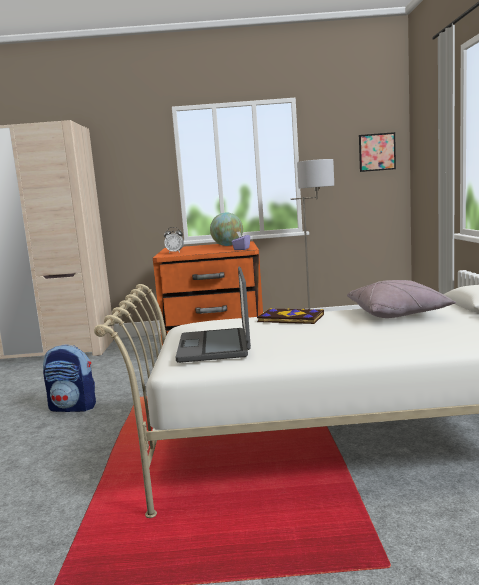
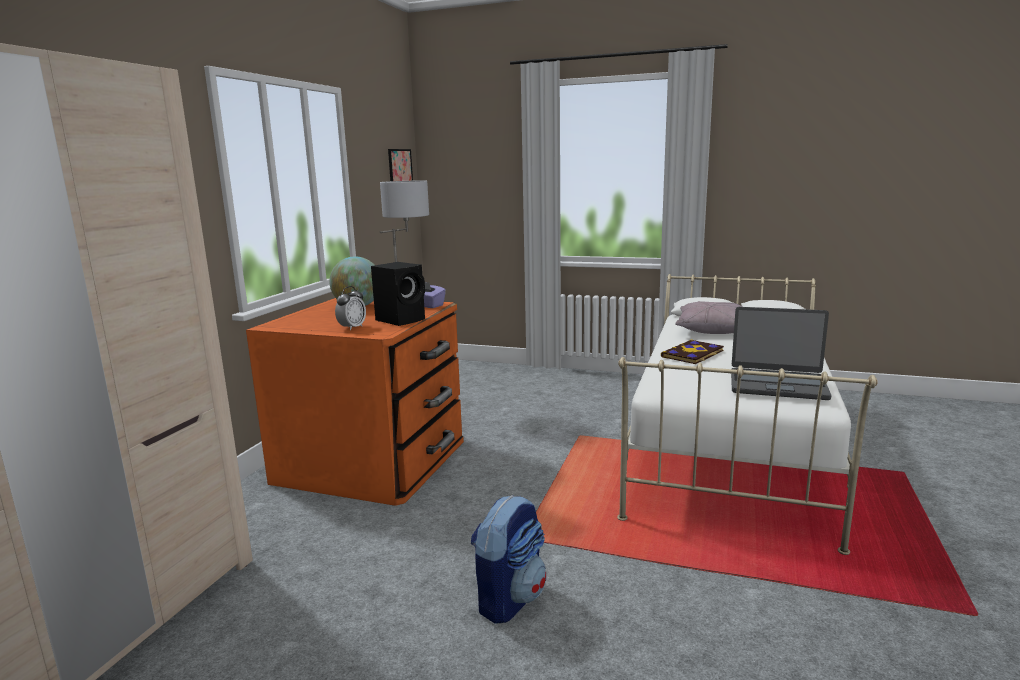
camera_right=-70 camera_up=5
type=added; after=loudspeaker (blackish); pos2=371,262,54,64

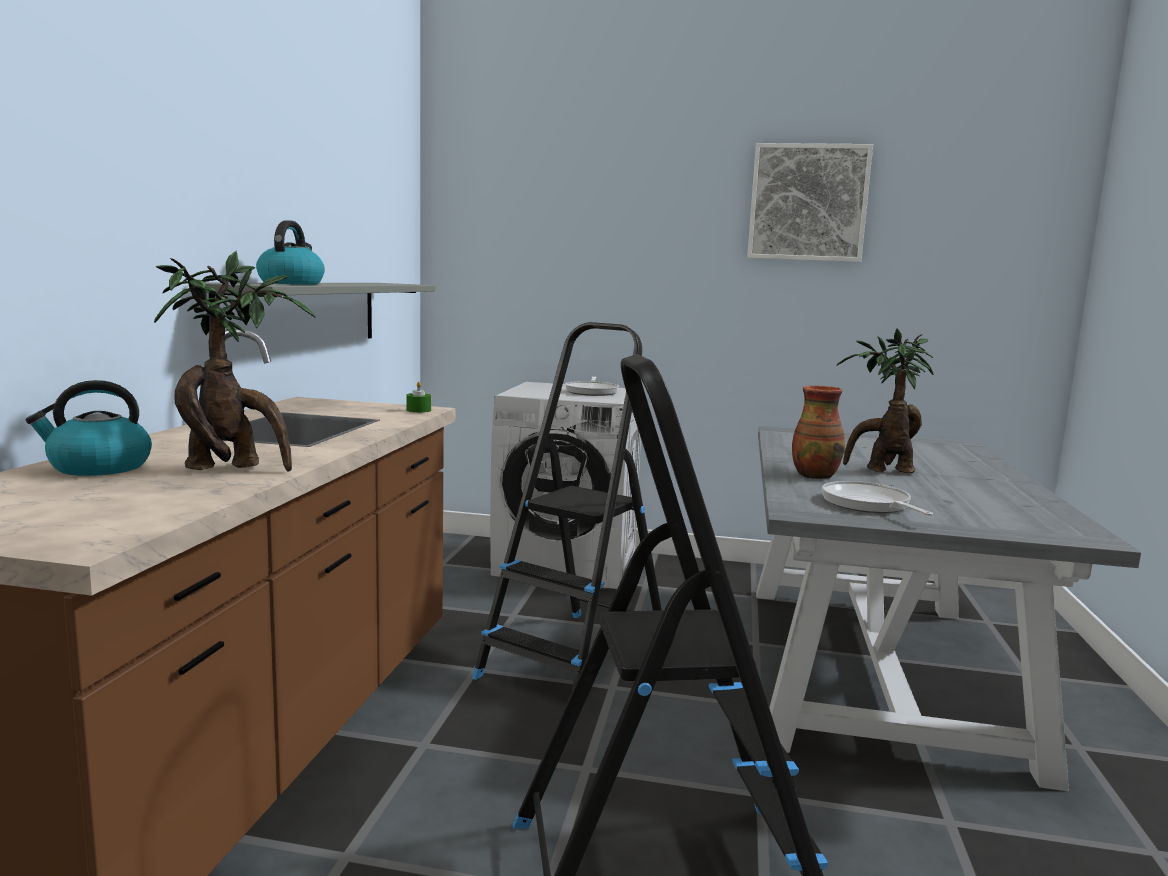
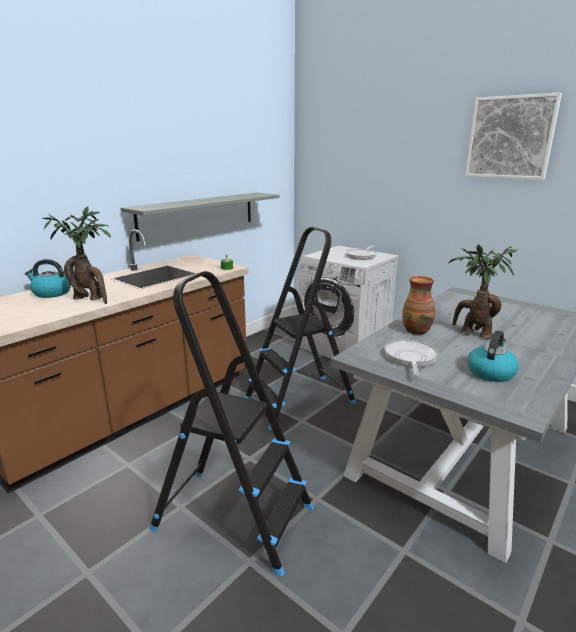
camera_right=30 camera_up=10
type=moved; before=tea kettle; pos1=256,220,69,65; pos2=467,330,52,52

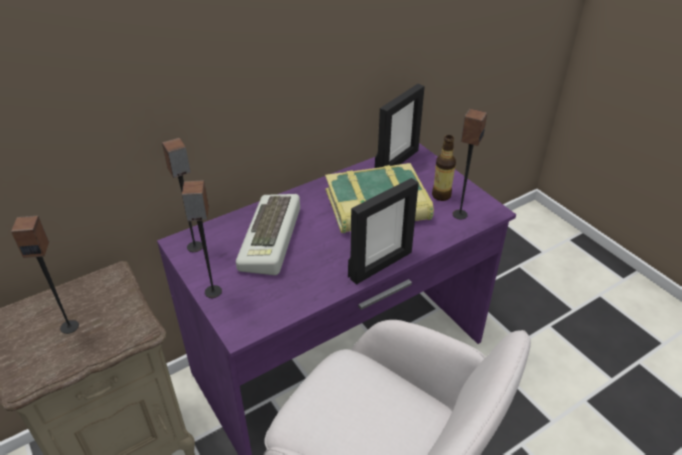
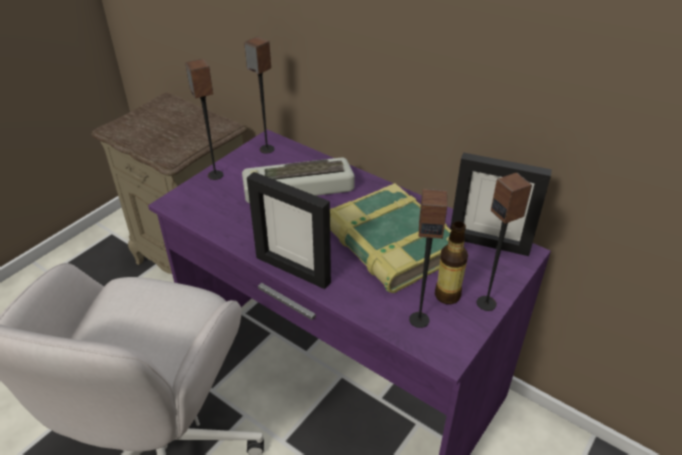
camera_right=70 camera_up=0
type=moved; before=loudspeaker; pos1=11,216,68,118; pos2=477,173,55,138

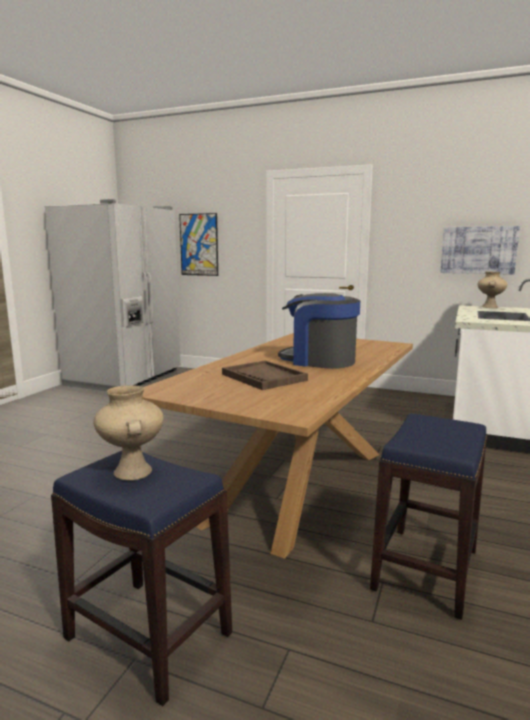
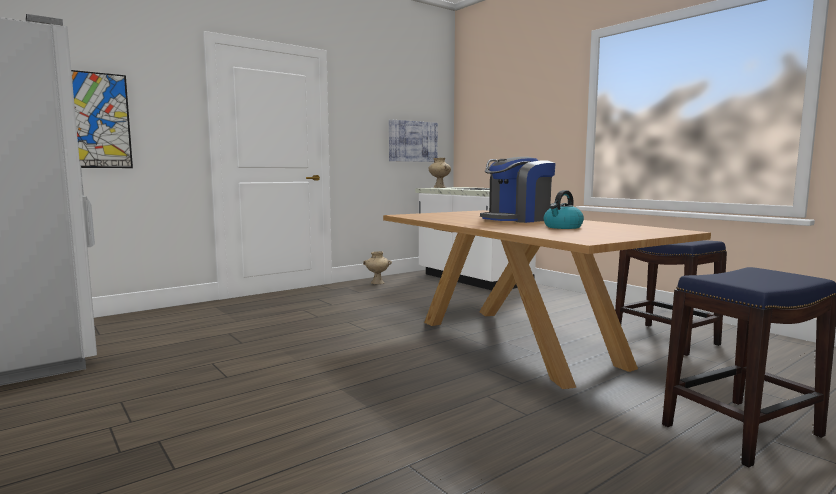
camera_right=-60 camera_up=-5
type=moved; before=vase (sand-coloured); pos1=94,385,70,95; pos2=363,251,29,33
type=replaced; before=serving tray (brownish); after=tea kettle; pos1=222,360,86,30; pos2=544,190,40,39

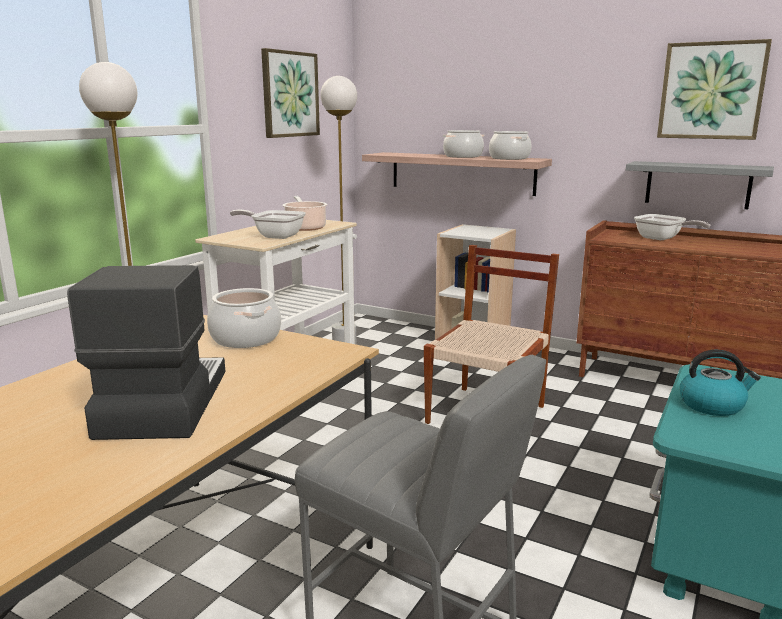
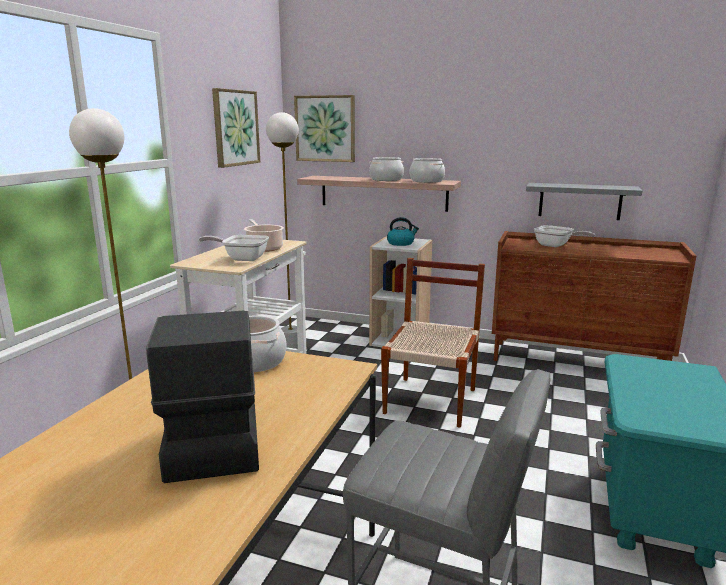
camera_right=-10 camera_up=0
type=moved; before=wall picture; pos1=657,39,115,101; pos2=294,95,61,67
type=moved; before=tea kettle; pos1=680,350,81,66; pos2=387,217,32,29

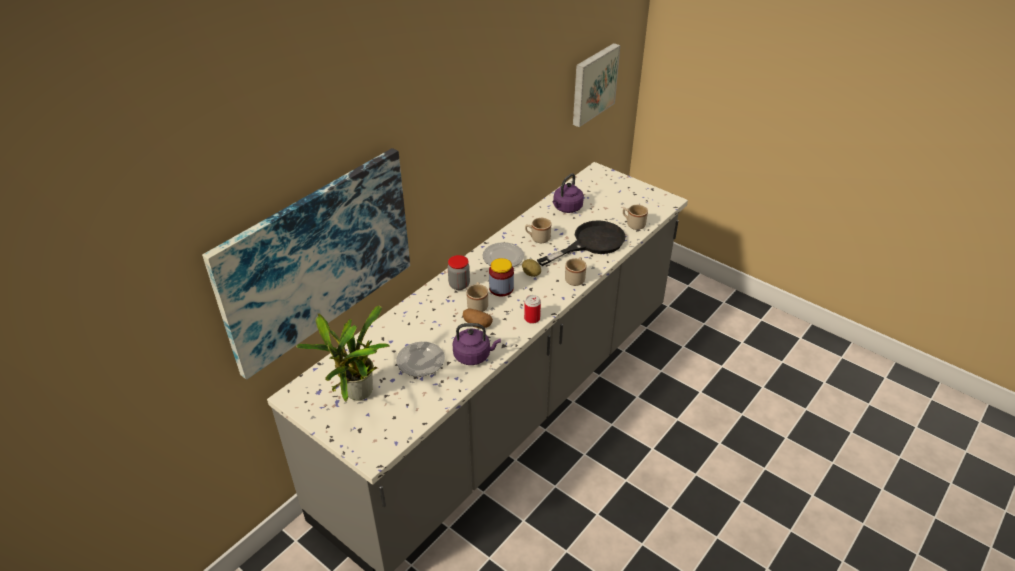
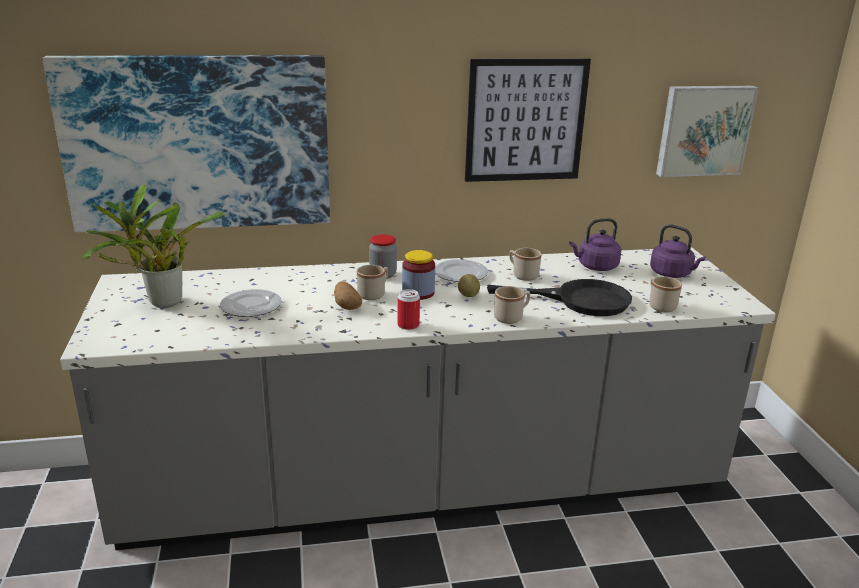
camera_right=40 camera_up=-15
type=added; after=wall picture; pos2=465,59,126,123
type=moved; before=tea kettle (purplish); pos1=452,323,49,42; pos2=650,224,56,54

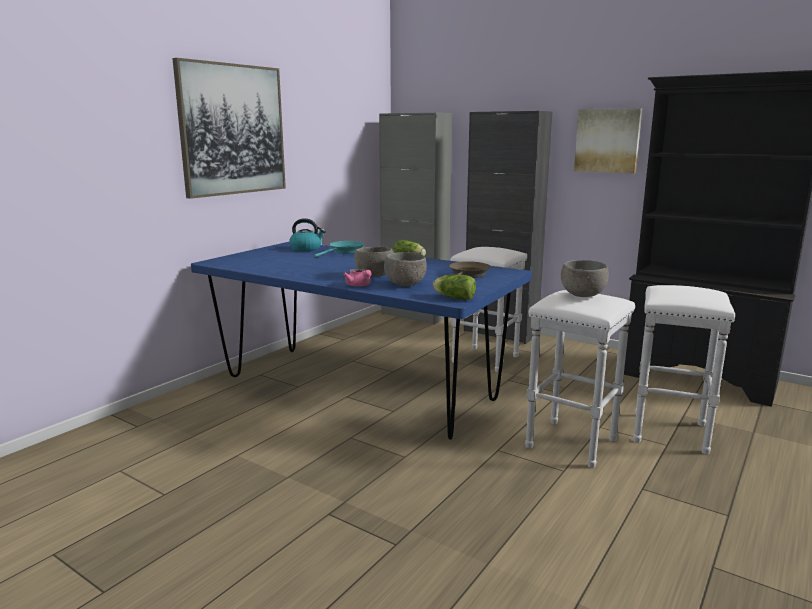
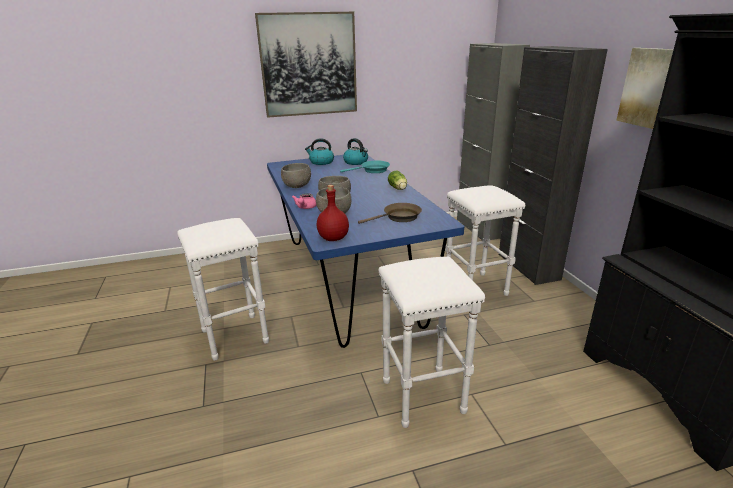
camera_right=40 camera_up=10
type=moved; before=stool (white); pos1=633,285,102,170; pos2=177,218,92,143
type=moved; before=bowl (greyish); pos1=561,260,48,37; pos2=281,163,30,25
type=added; after=tea kettle; pos2=305,138,29,27
type=replaced; before=lettuce; after=beverage bottle (red-coloured); pos1=433,275,43,25; pos2=317,185,32,56

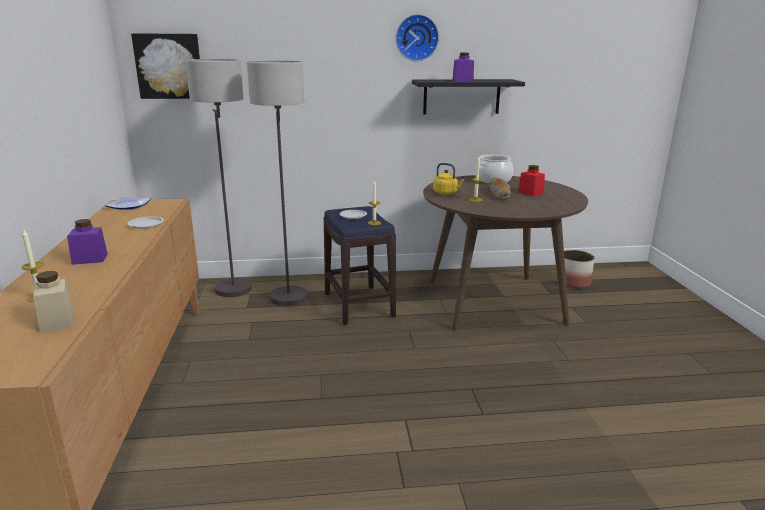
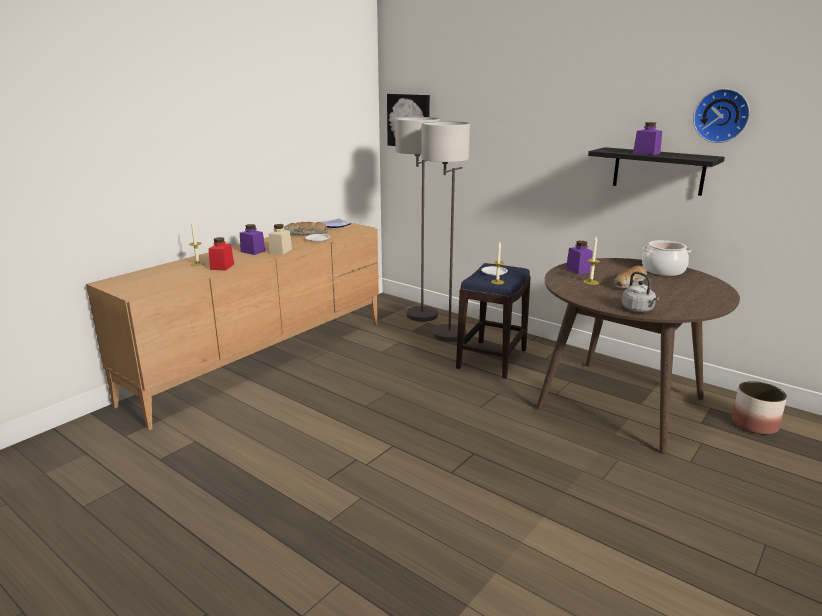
camera_right=45 camera_up=0
type=moved; before=jar (red-coloured); pos1=518,165,27,31; pos2=209,237,25,33
type=moved; before=jar (sand-coloured); pos1=33,271,41,61; pos2=269,224,23,31
type=added; after=baked bread; pos2=284,222,44,13
type=replaced; before=tea kettle (yellowish); after=jar (purplish); pos1=433,163,31,32; pos2=566,241,27,33
type=added; after=tea kettle (greyish); pos2=622,272,38,40
type=moved; before=clock on the wall; pos1=396,14,43,47; pos2=693,89,57,54

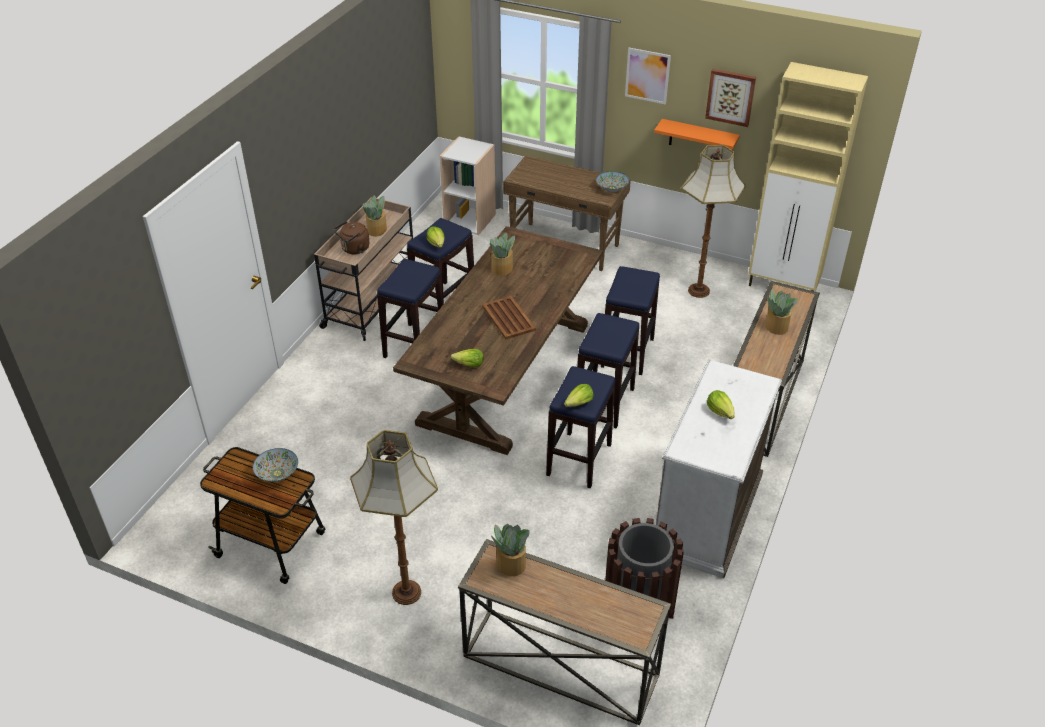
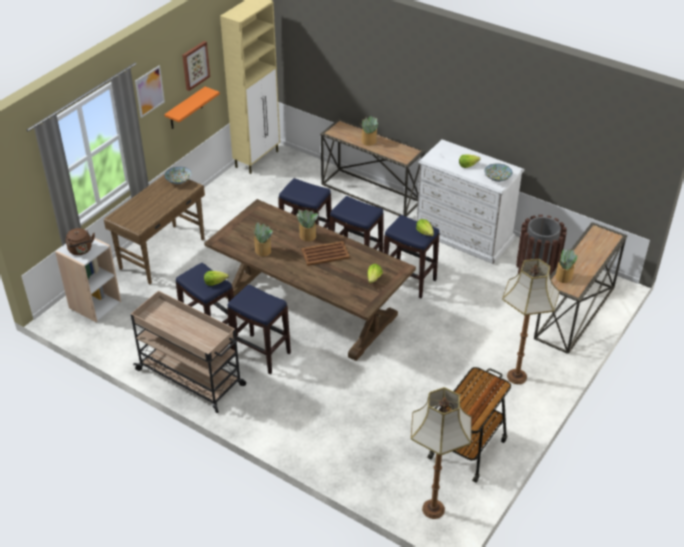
camera_right=-80 camera_up=0
type=moved; before=tea kettle (brownish); pos1=333,221,37,33; pos2=66,228,29,27
type=moved; before=plant in a pot; pos1=363,195,24,41; pos2=296,209,22,33
type=moved; before=standing lamp; pos1=681,145,65,153; pos2=411,387,61,132
type=moved; before=bowl; pos1=253,448,45,34; pos2=484,163,28,19

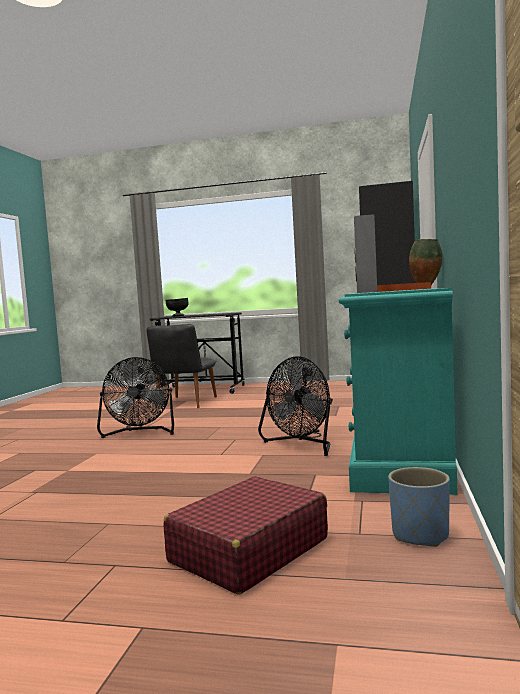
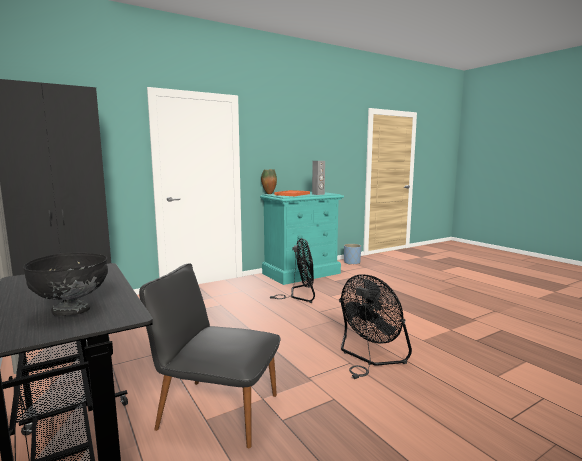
camera_right=-135 camera_up=5
type=turned; before=plain chair (blackish); pos1=146,324,71,85; pos2=139,263,142,185; turn=-135
type=removed; before=piece of luggage (red-coloured); pos1=164,476,164,119

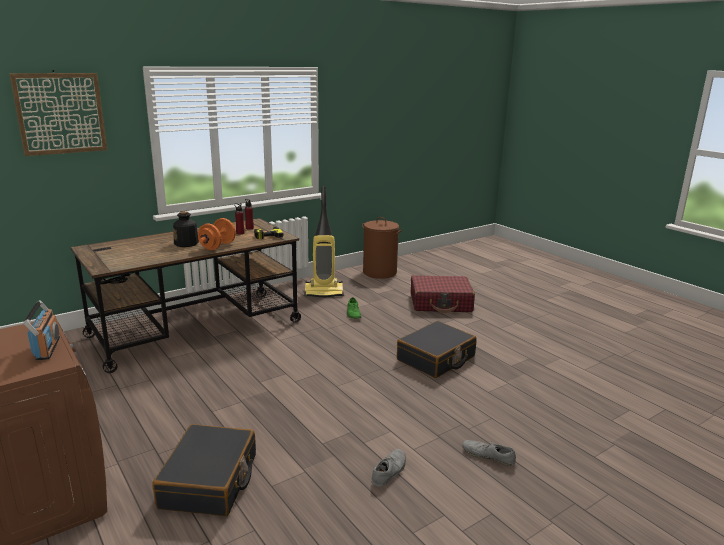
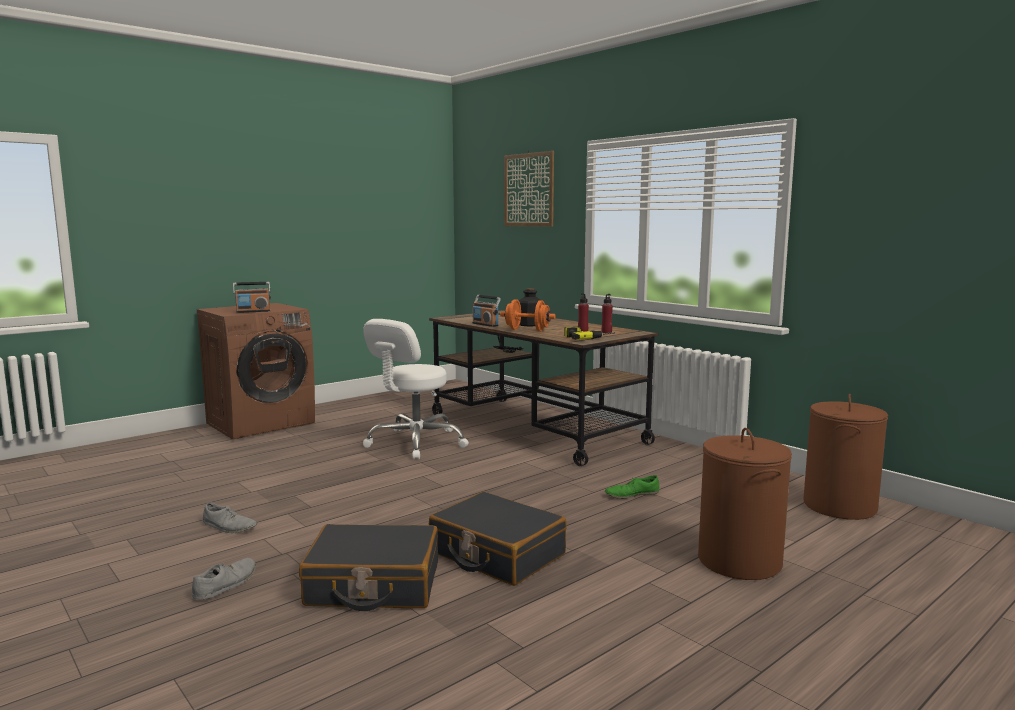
camera_right=85 camera_up=-10
type=moved; before=piece of luggage (blackish); pos1=152,424,104,93; pos2=299,524,139,87
type=added; after=office chair (white); pos2=363,319,106,140
type=added; after=radio set; pos2=472,295,29,32
type=replaced; before=piece of luggage (red-coloured); after=hamper (brownish); pos1=411,275,64,38; pos2=698,428,94,152
type=removed; before=vacuum cleaner; pos1=304,186,40,112

